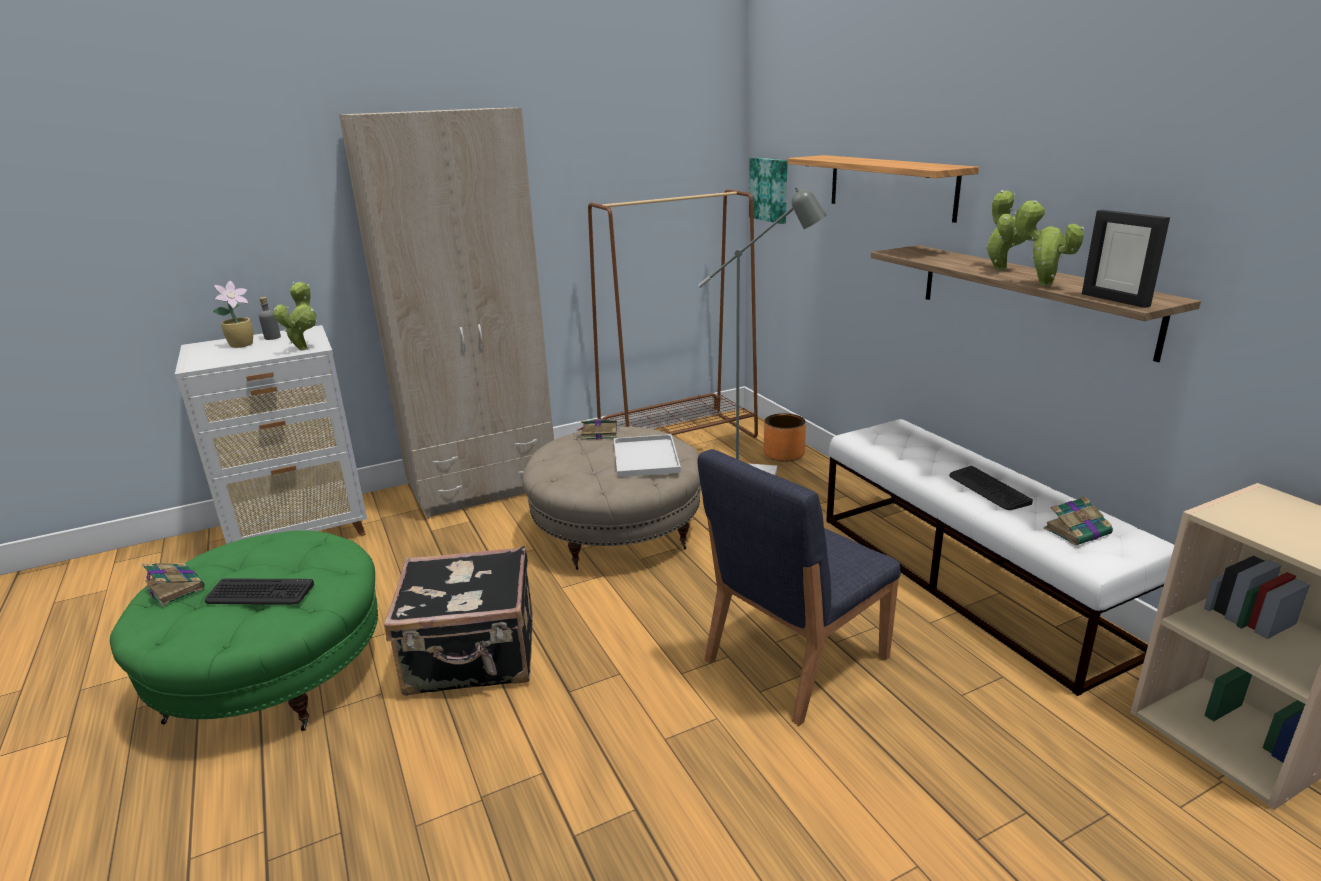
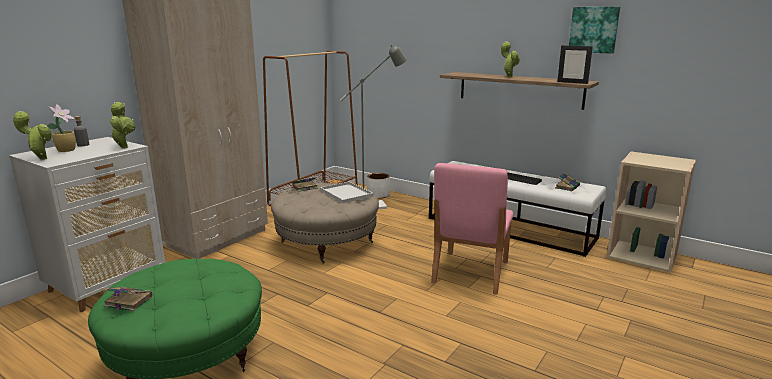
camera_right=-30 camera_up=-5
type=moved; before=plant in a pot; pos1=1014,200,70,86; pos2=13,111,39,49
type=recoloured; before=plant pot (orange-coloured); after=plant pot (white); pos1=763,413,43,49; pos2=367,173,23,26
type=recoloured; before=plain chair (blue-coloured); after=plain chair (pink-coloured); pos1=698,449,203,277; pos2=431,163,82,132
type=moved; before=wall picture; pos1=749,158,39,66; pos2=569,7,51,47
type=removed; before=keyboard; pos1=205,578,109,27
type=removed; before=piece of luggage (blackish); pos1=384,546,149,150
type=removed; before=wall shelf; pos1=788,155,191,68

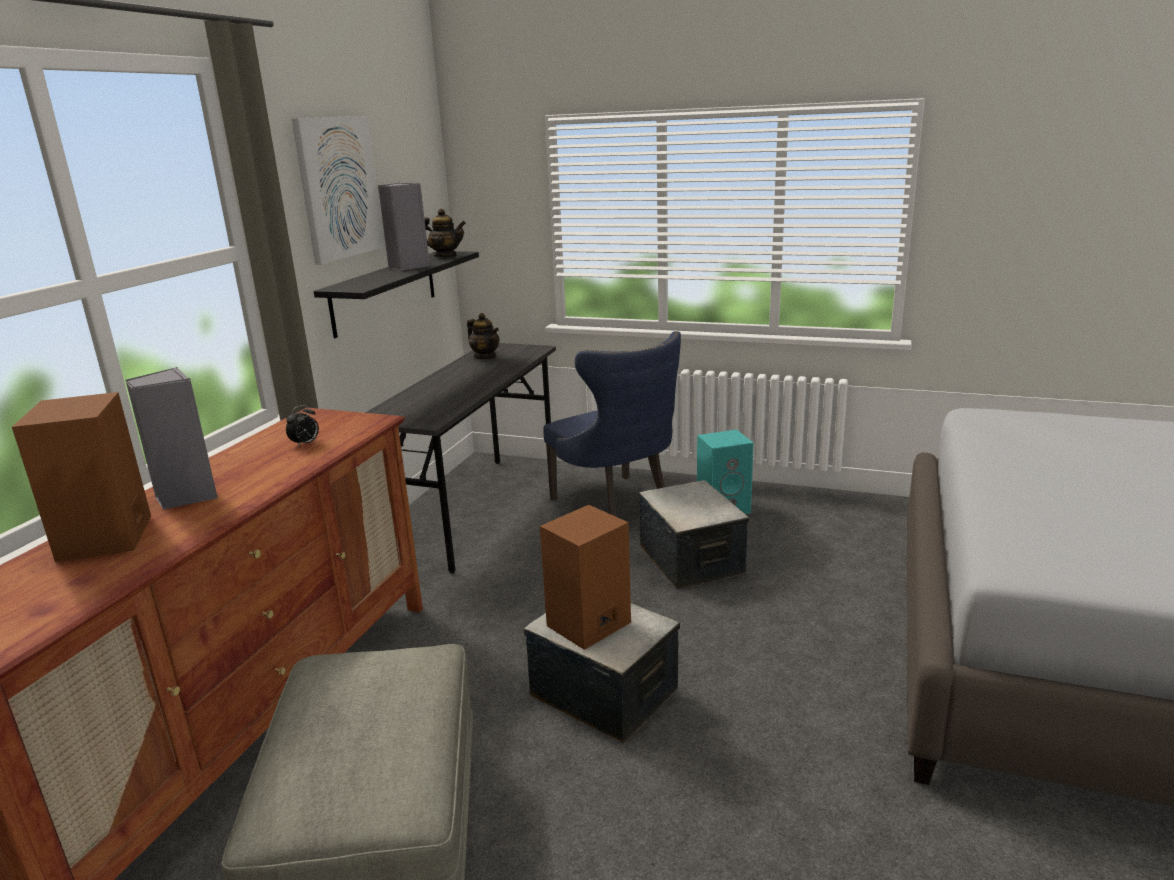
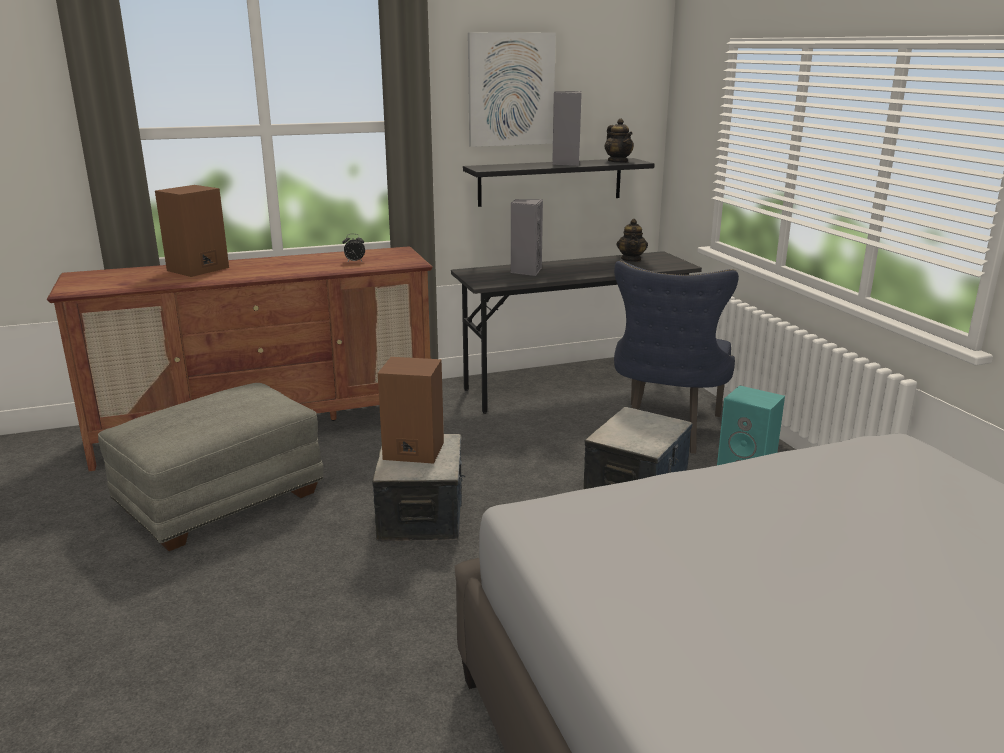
camera_right=50 camera_up=0
type=moved; before=loudspeaker (greyish); pos1=125,367,93,142; pos2=511,199,32,77

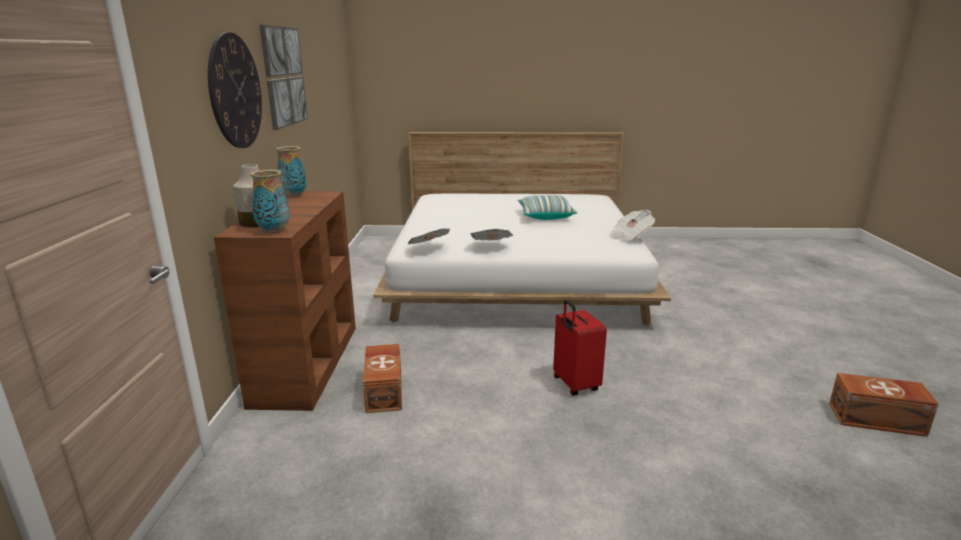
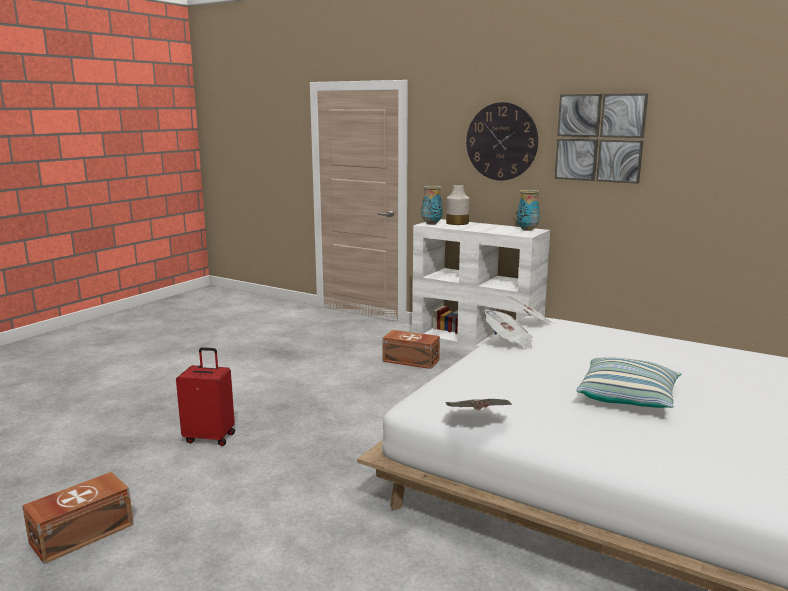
camera_right=120 camera_up=-5
type=moved; before=piece of luggage (red-coloured); pos1=553,300,54,96; pos2=176,347,59,99
type=recoloured; before=bookcase (brownish); after=bookcase (white); pos1=214,191,142,220; pos2=412,219,138,136

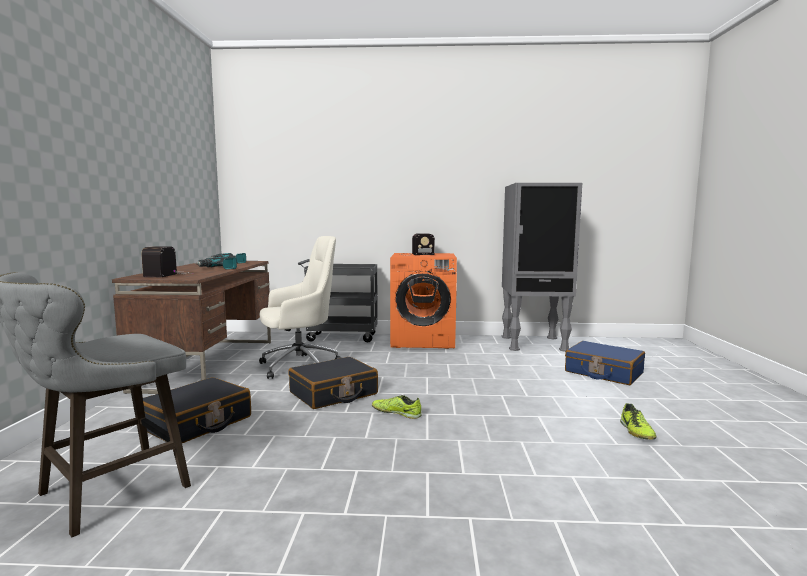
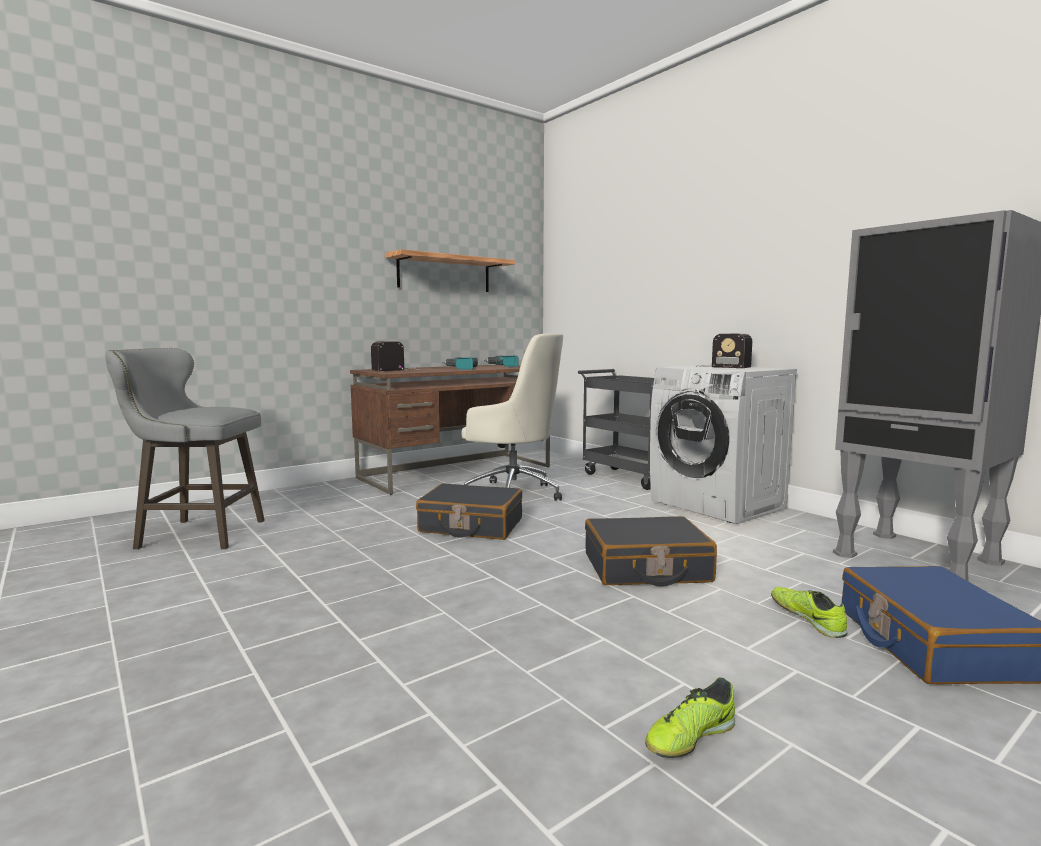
camera_right=50 camera_up=0
type=added; after=wall shelf; pos2=385,249,130,43
type=moved; before=piece of luggage (blackish); pos1=143,377,108,66; pos2=585,516,132,71
type=recoloured; before=laundry appliance (orange-coloured); after=laundry appliance (white); pos1=390,253,67,96; pos2=650,365,147,159
type=moved; before=item of footwear; pos1=372,395,50,24; pos2=771,587,77,51

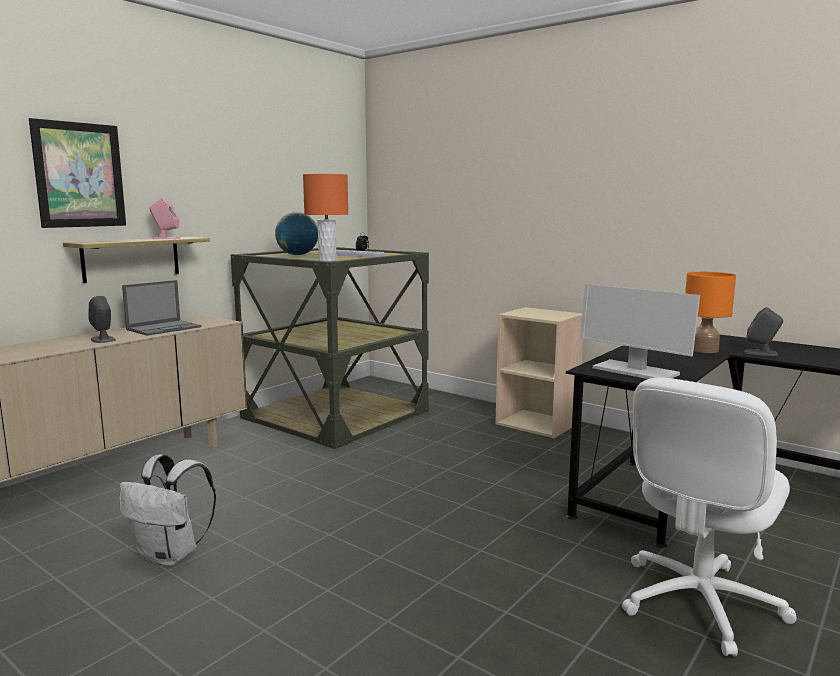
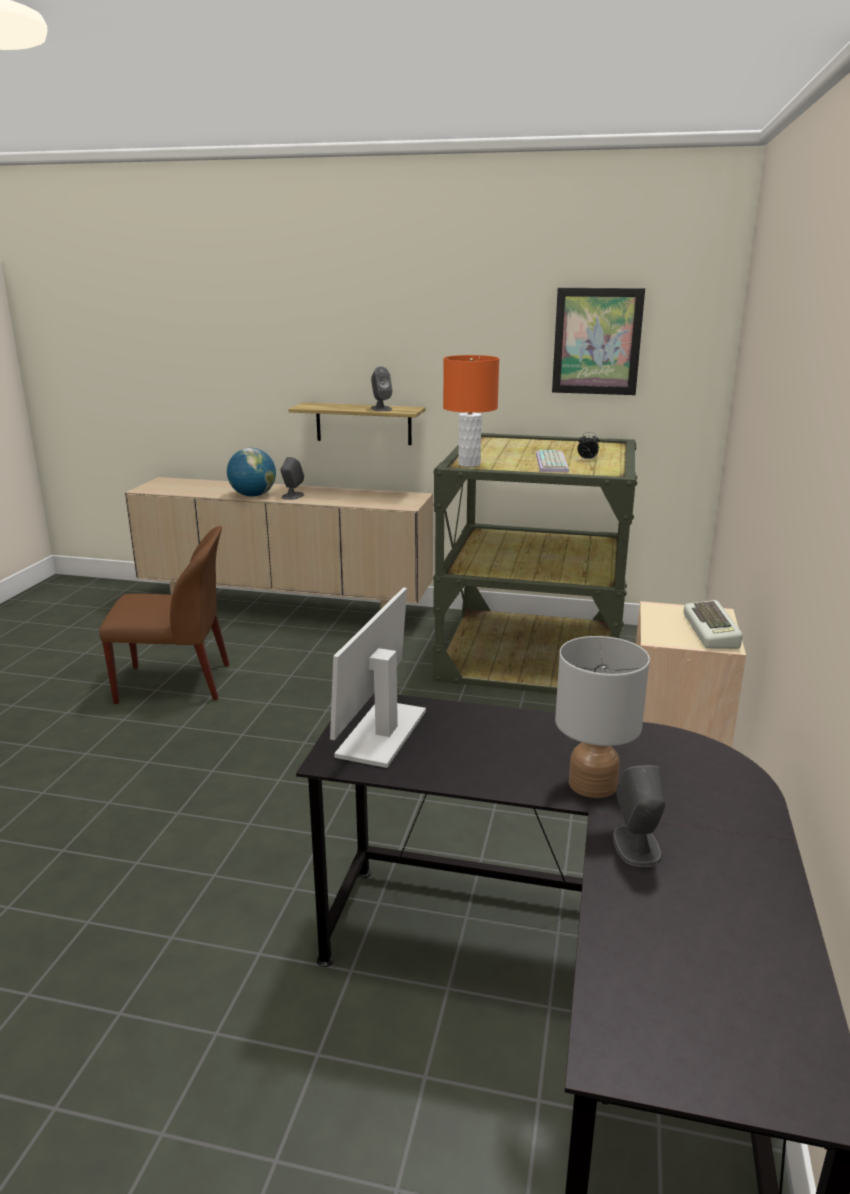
camera_right=65 camera_up=10
type=replaced; before=rucksack (white); after=plain chair (brownish); pos1=120,454,96,112; pos2=99,526,130,178
type=moved; before=world globe; pos1=275,212,43,43; pos2=227,448,49,49
type=recoloured; before=loudspeaker (pink-coloured); after=loudspeaker (greyish); pos1=150,198,31,41; pos2=371,366,21,45
type=moved; before=wall picture; pos1=29,118,97,110; pos2=552,288,93,107
type=recoloured; before=table lamp (orange-coloured); after=table lamp (greyish); pos1=685,272,51,81; pos2=555,636,95,162
type=added; after=keyboard; pos2=683,600,60,49
type=removed; before=laptop; pos1=122,280,79,56
type=removed; before=office chair (white); pos1=622,377,175,280

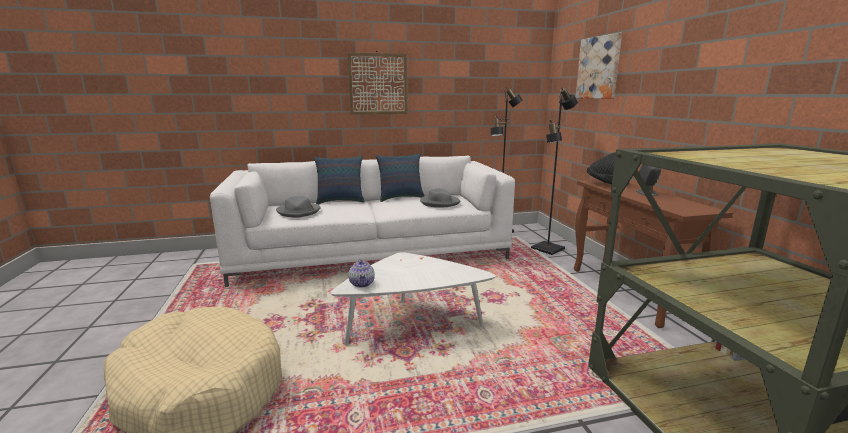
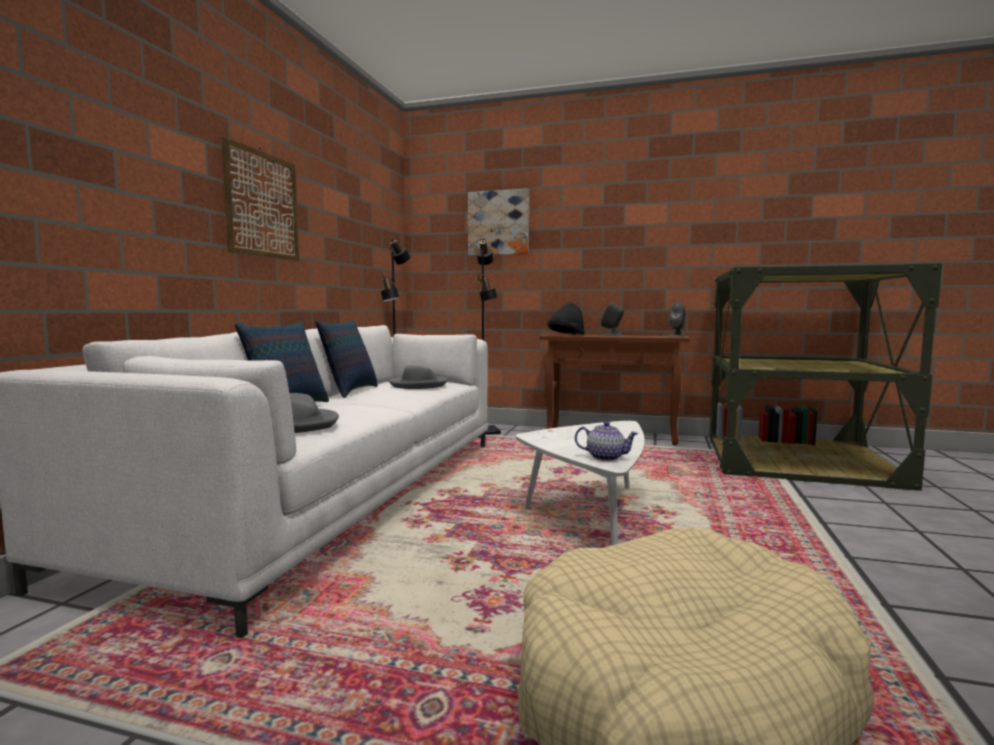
camera_right=-60 camera_up=-10
type=added; after=loudspeaker (greyish); pos2=668,302,18,35

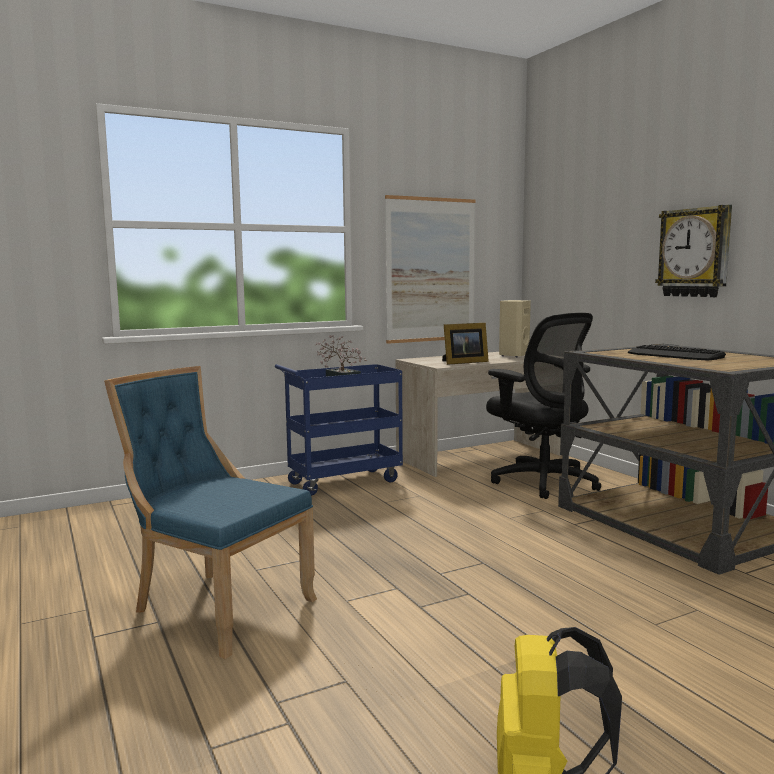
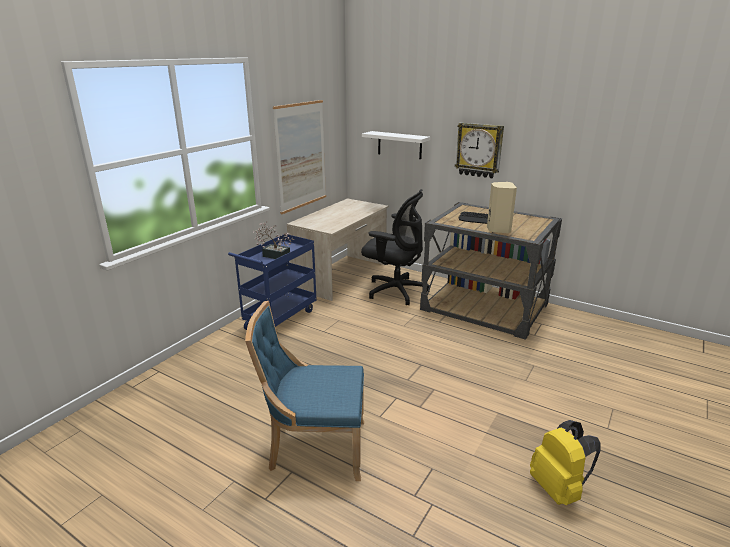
camera_right=-30 camera_up=15
type=added; after=wall shelf (white); pos2=362,131,68,28
type=moved; before=loudspeaker (sand-coloured); pos1=499,300,32,57; pos2=487,182,30,51
type=removed; before=picture frame; pos1=442,323,47,42

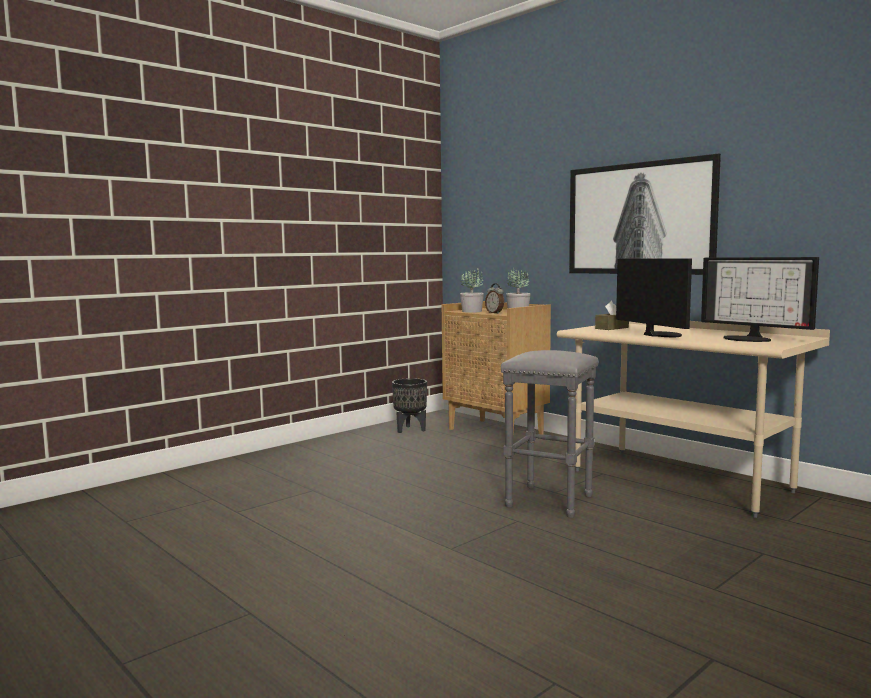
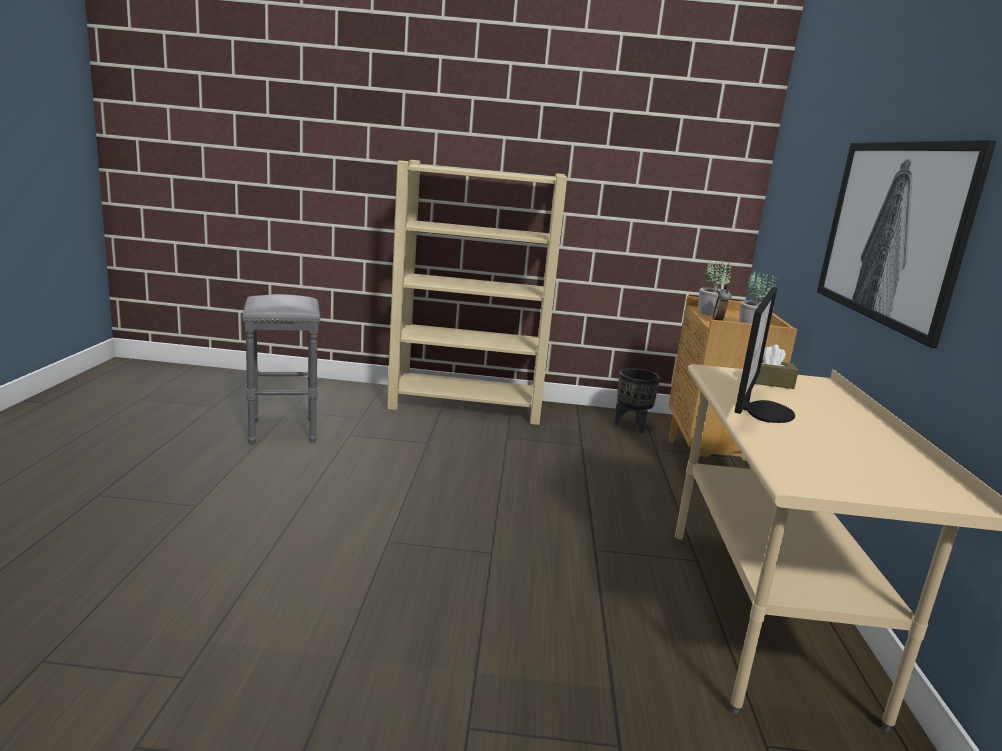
camera_right=45 camera_up=10
type=moved; before=stool (greyish); pos1=501,350,98,168; pos2=242,294,78,150
type=added; after=bookcase (sand-coloured); pos2=387,160,180,265
type=removed; before=computer display; pos1=701,257,118,85

